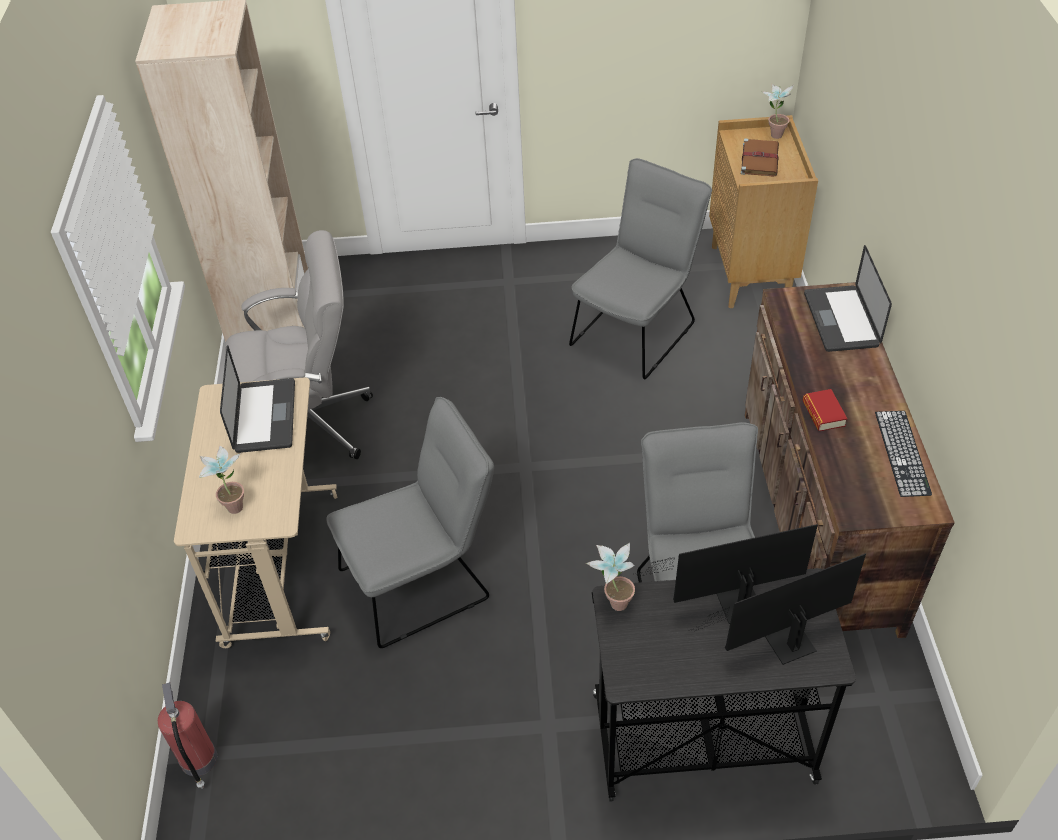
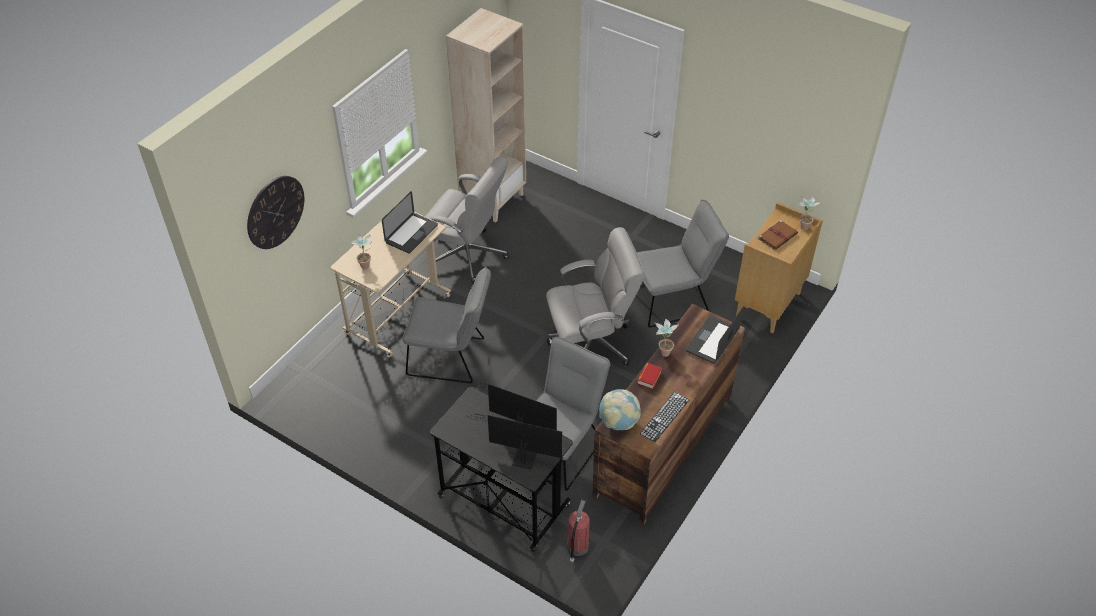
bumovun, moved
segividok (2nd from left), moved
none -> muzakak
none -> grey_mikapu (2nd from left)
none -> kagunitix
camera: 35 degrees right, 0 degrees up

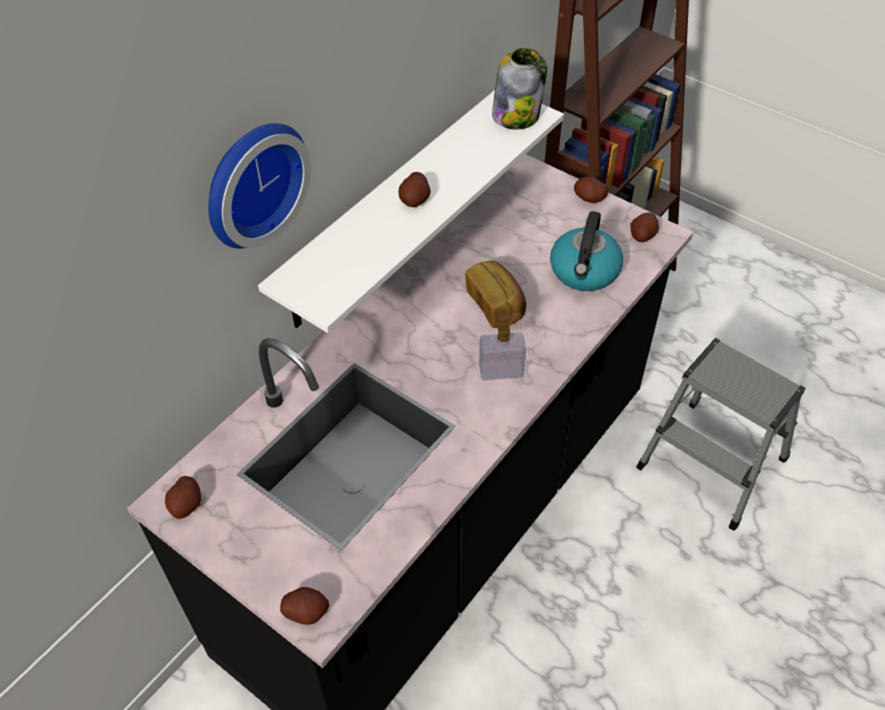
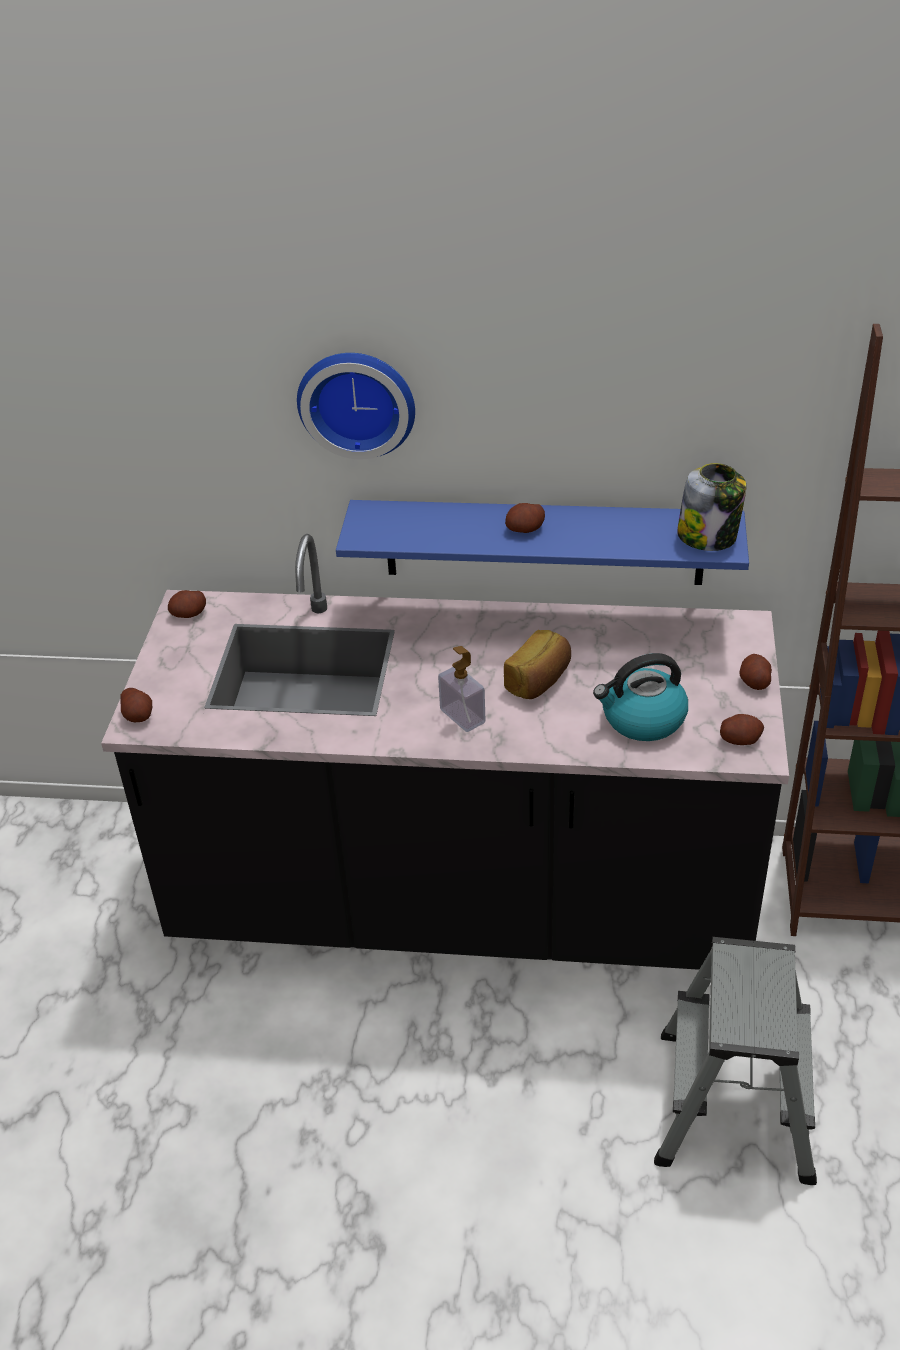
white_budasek -> blue_budasek
camera: 60 degrees right, 10 degrees down

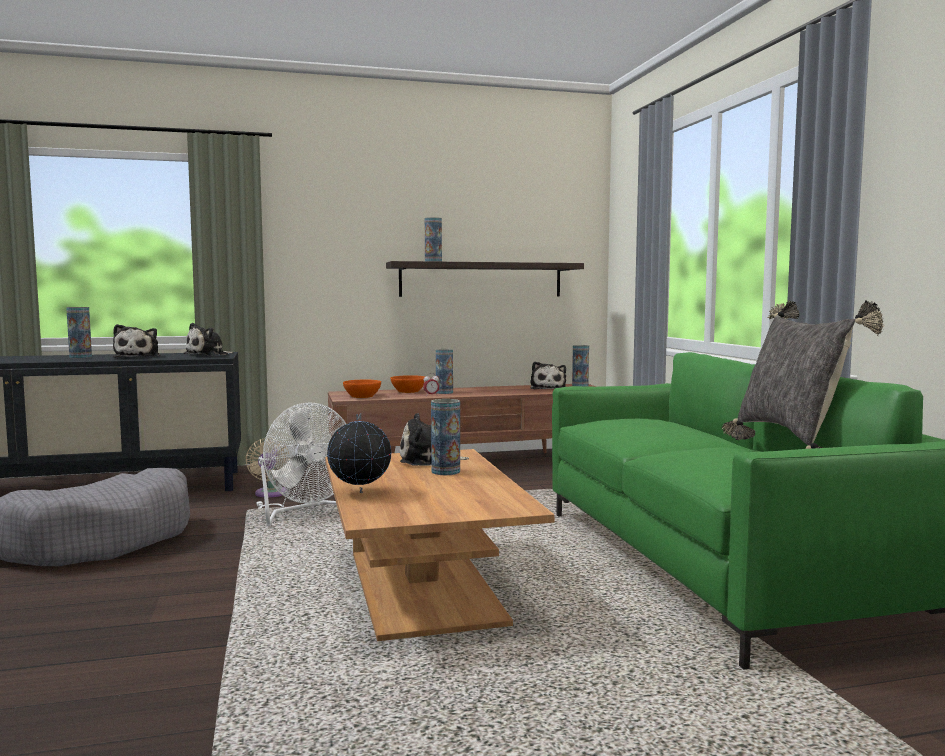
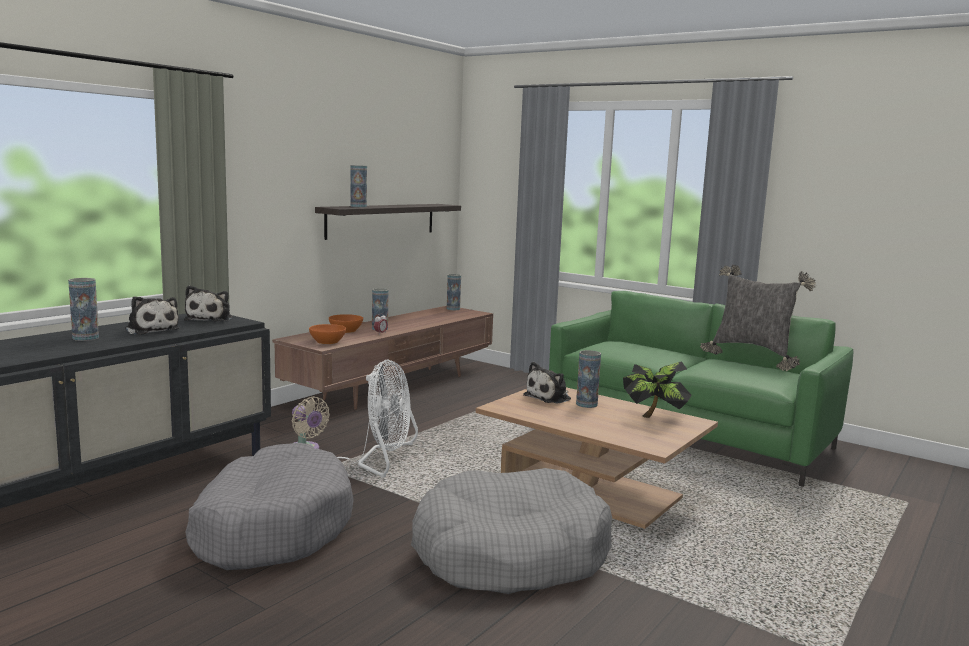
kagunitix -> none
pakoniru (4th from left) -> none
none -> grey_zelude (2nd from left)
none -> segividok
camera: 40 degrees left, 5 degrees up

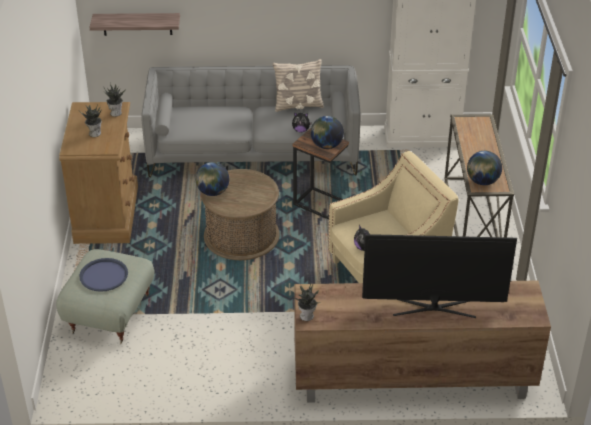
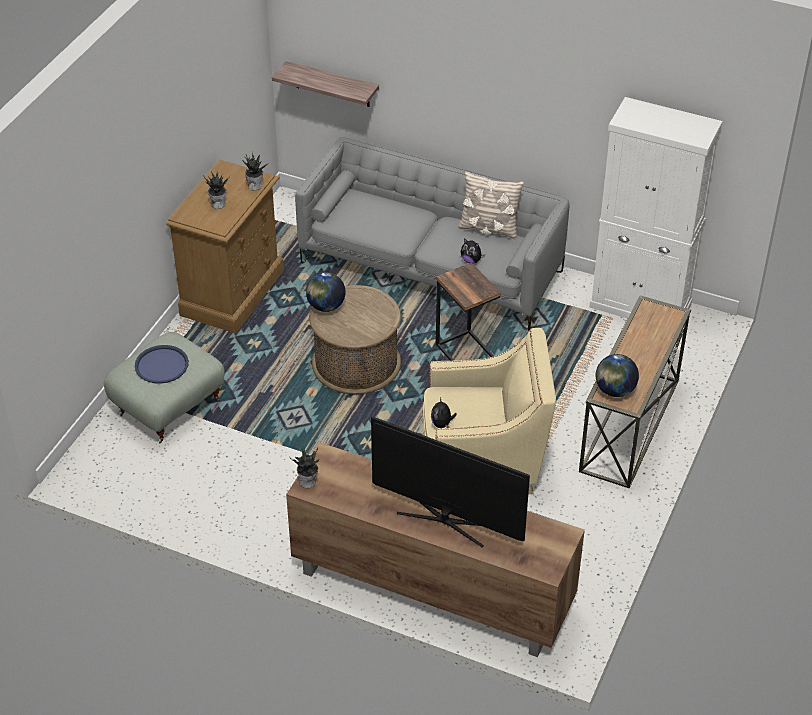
kagunitix (2nd from left) -> none
camera: 25 degrees right, 5 degrees up

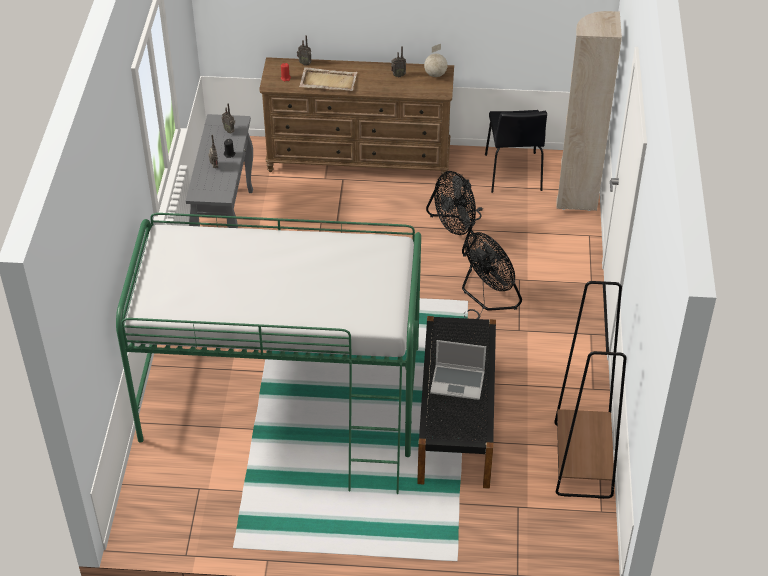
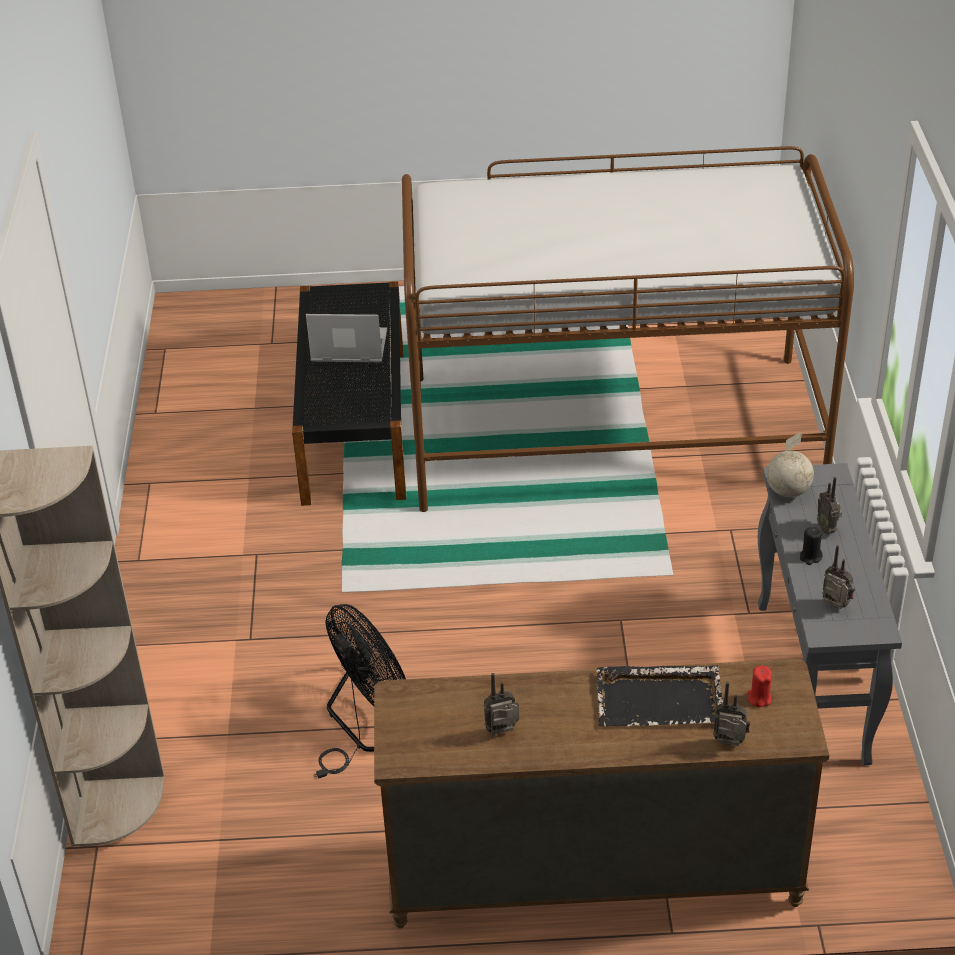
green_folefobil -> brown_folefobil
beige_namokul -> black_namokul
kagunitix, moved
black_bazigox (2nd from left) -> none
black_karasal -> none
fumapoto -> none
camera: 175 degrees right, 5 degrees down

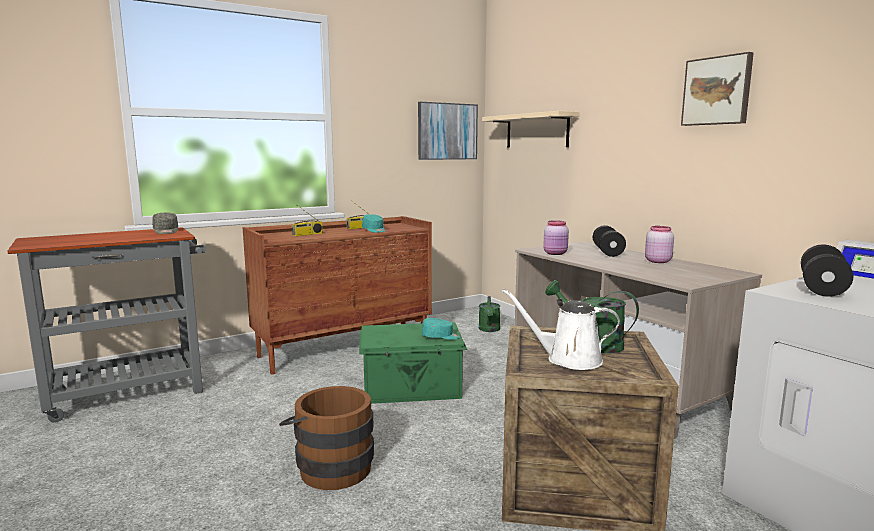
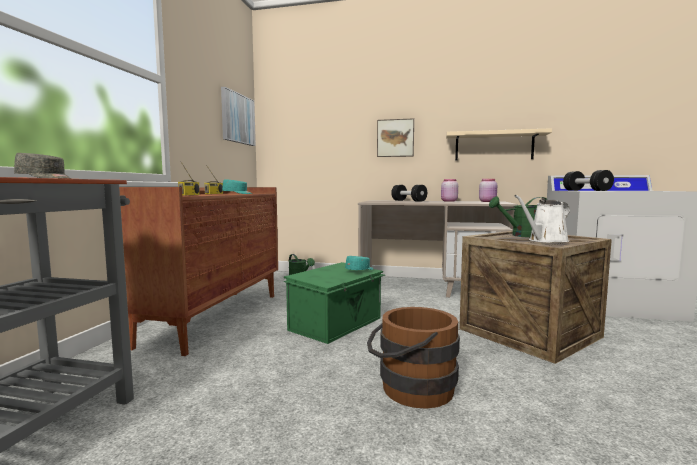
beige_budasek, moved
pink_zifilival (1st from left in the first image) -> pink_zifilival (2nd from left), moved
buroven (2nd from left), moved
camera: 45 degrees left, 5 degrees down

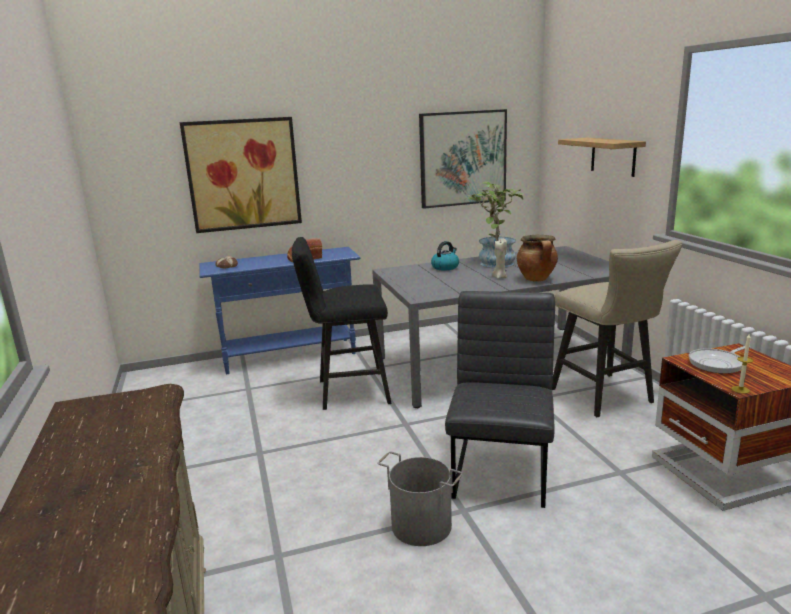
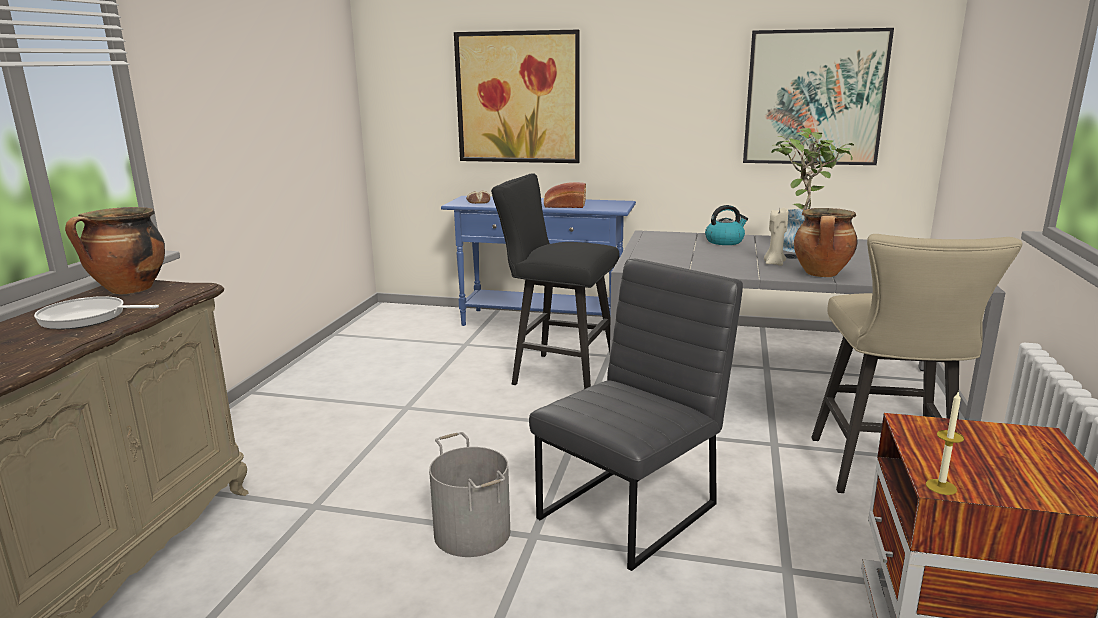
budasek -> none
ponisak, moved
none -> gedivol (1st from left)
camera: 30 degrees right, 0 degrees up

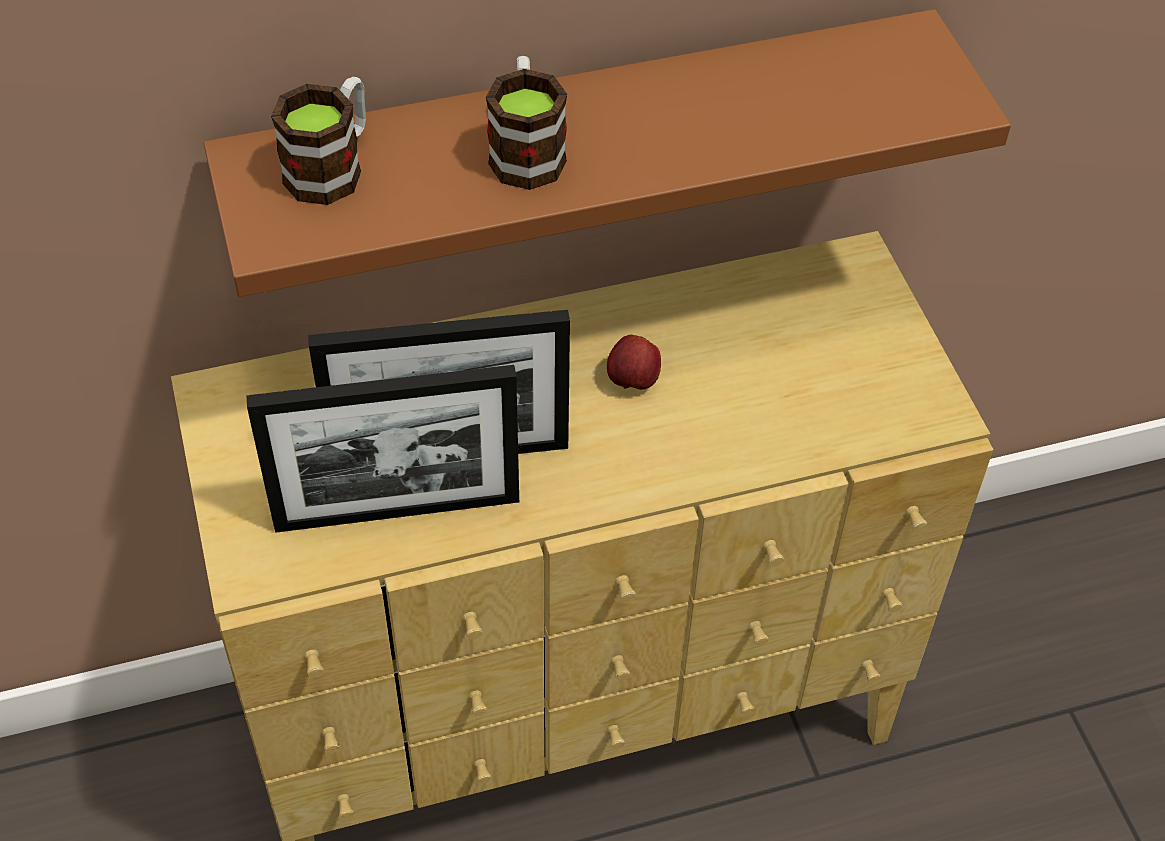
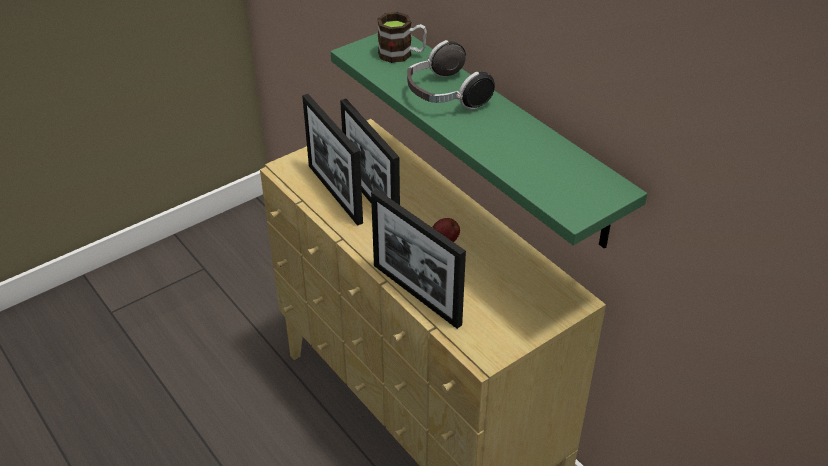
brown_budasek -> green_budasek
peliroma (2nd from left) -> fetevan
none -> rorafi (3rd from left)
camera: 70 degrees right, 10 degrees down

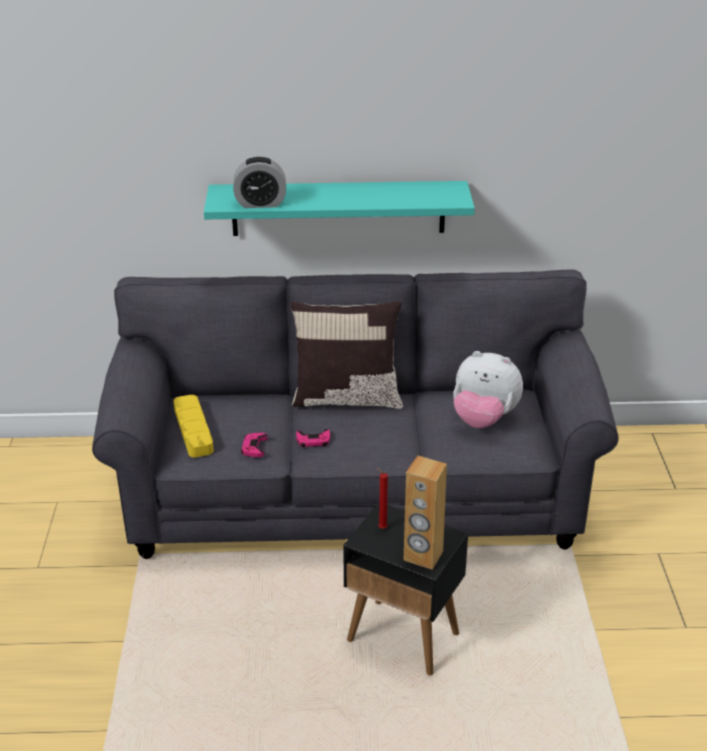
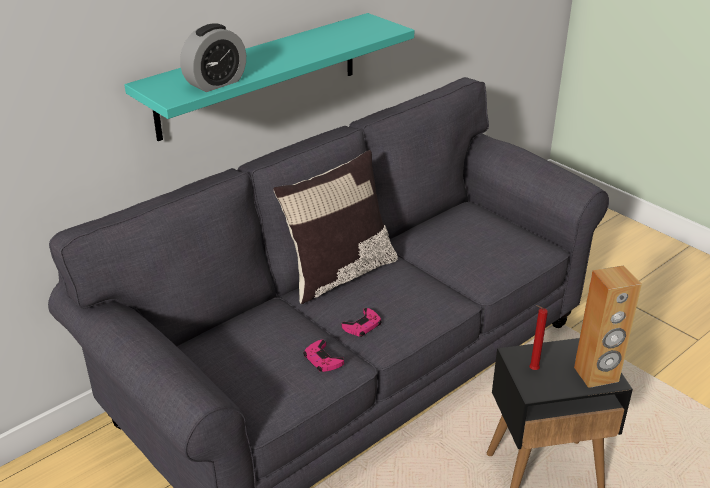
yellow_namokul -> none
pakoniru -> none
camera: 40 degrees left, 0 degrees up

